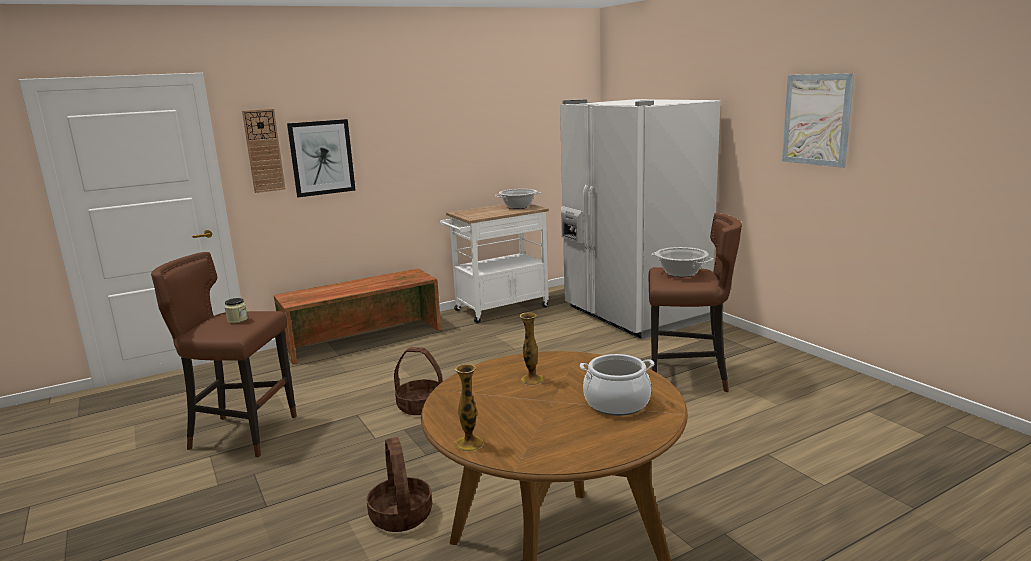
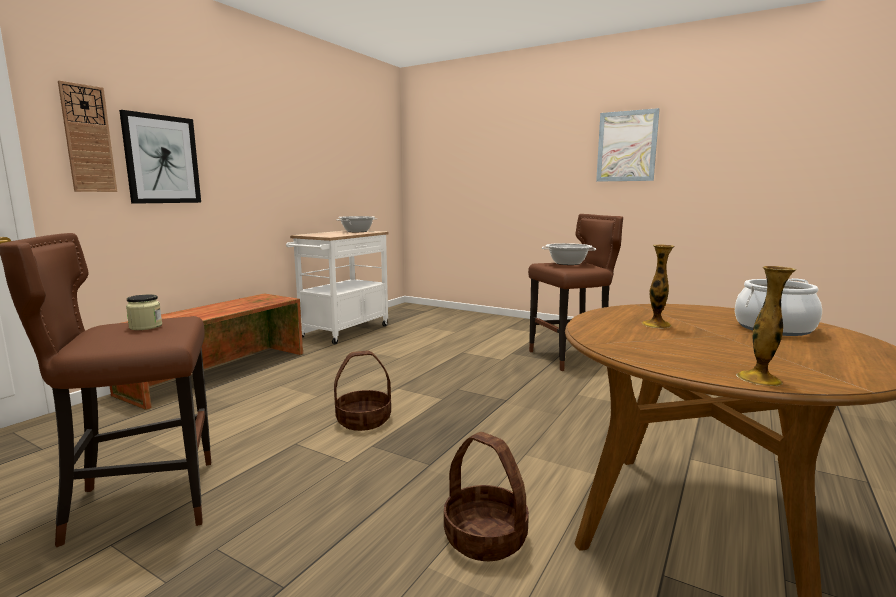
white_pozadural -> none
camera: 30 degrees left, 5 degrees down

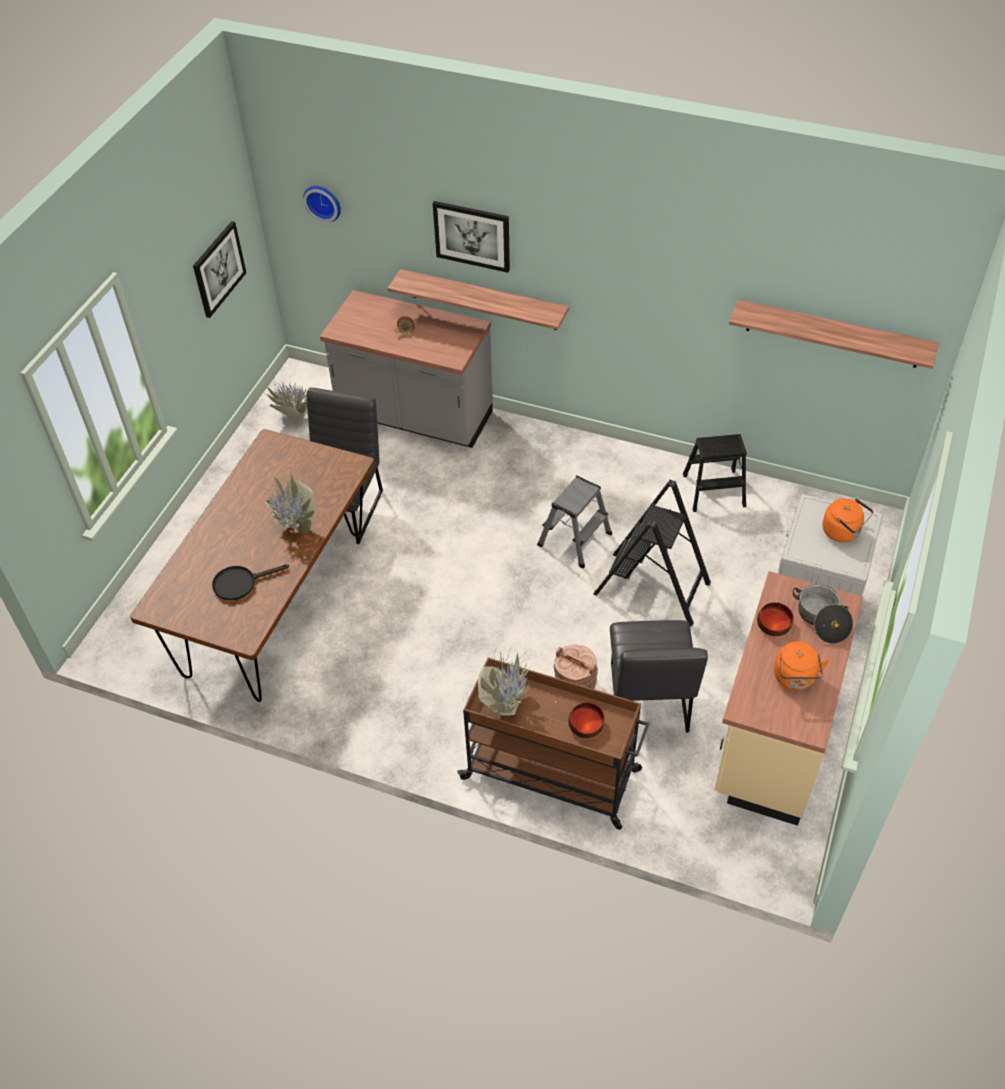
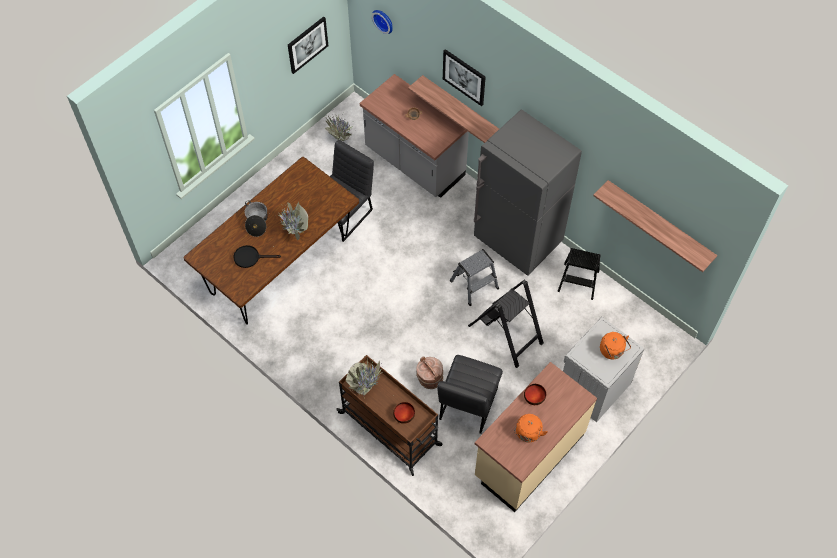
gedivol, moved
none -> grey_pozadural
camera: 20 degrees right, 10 degrees up

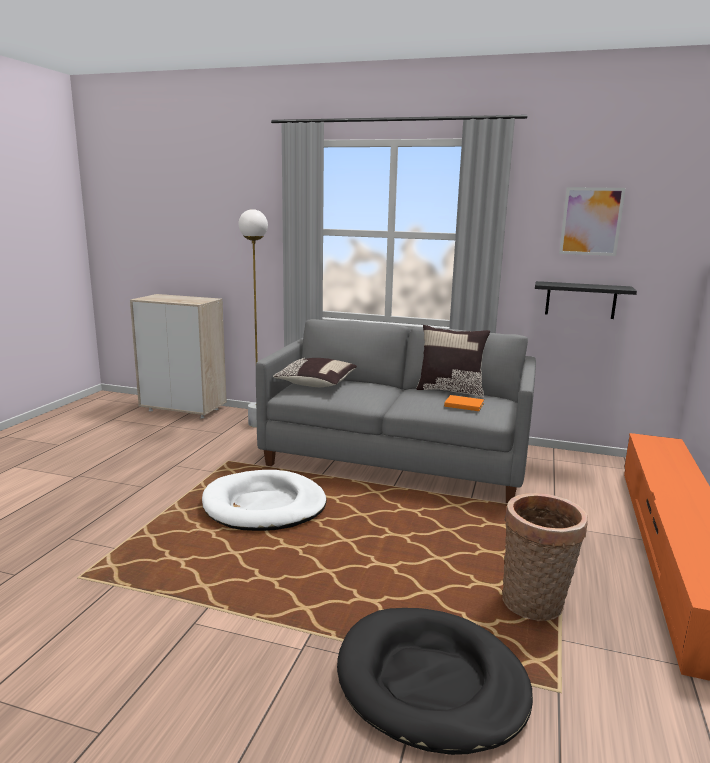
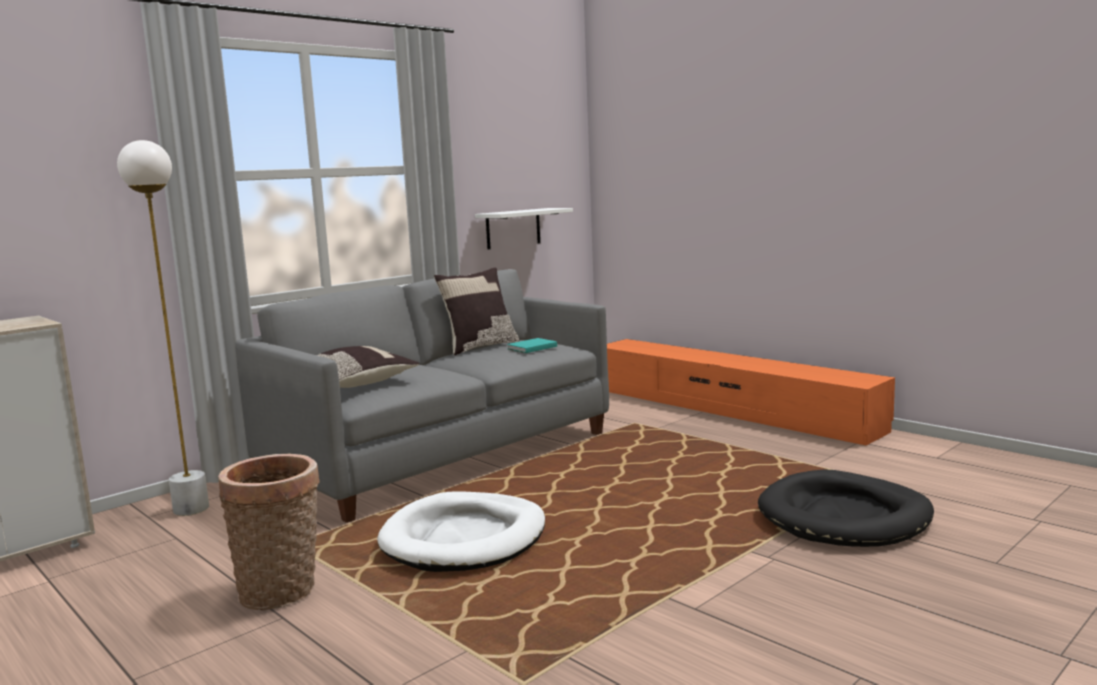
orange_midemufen -> turquoise_midemufen
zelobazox, moved
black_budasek -> white_budasek
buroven -> none
camera: 60 degrees left, 5 degrees down

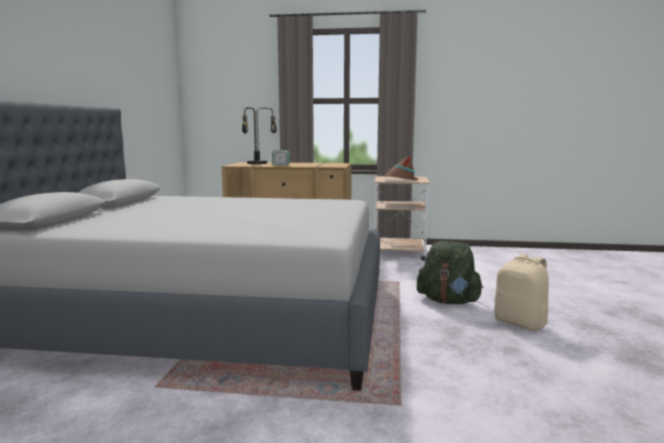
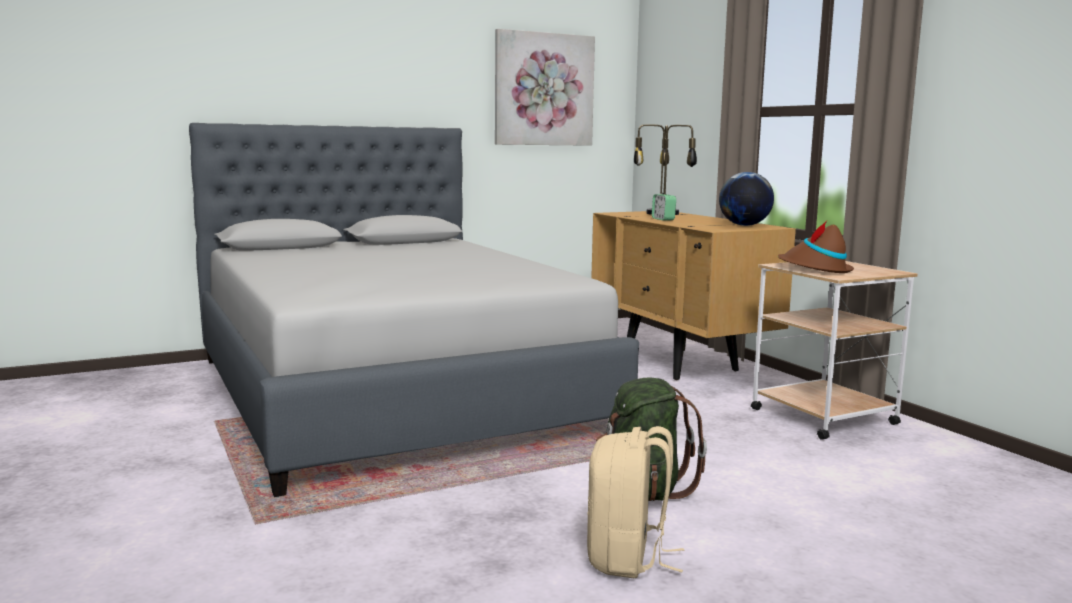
none -> buroven
none -> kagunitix
camera: 55 degrees right, 0 degrees up

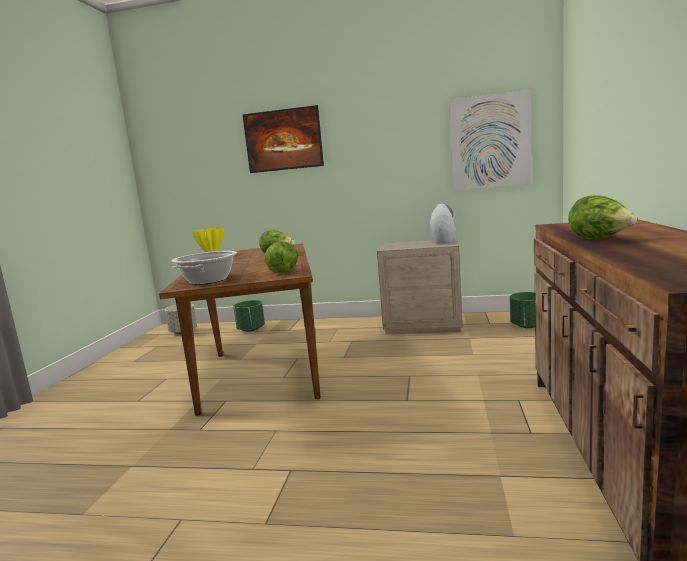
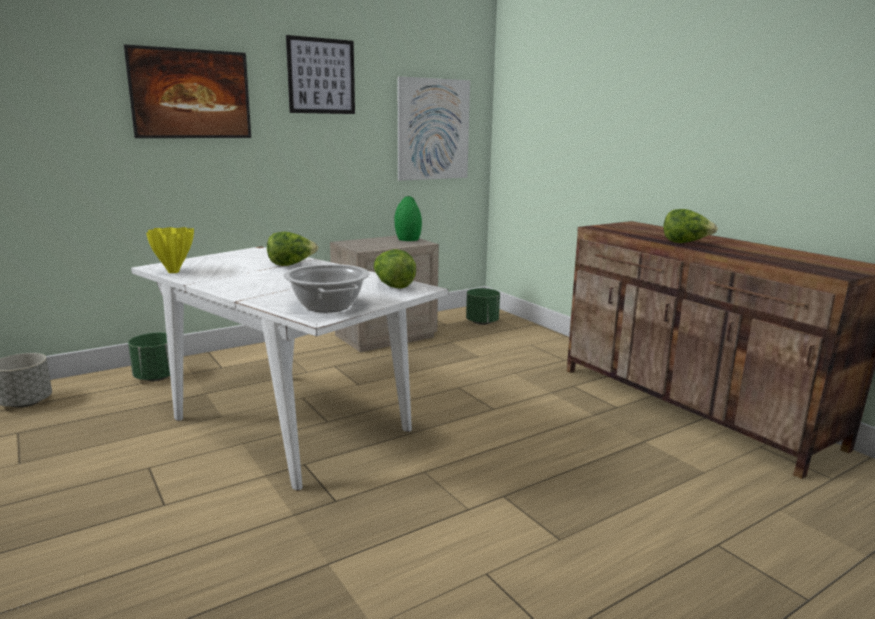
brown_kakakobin -> white_kakakobin
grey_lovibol -> green_lovibol
none -> buroven (2nd from left)
camera: 45 degrees left, 5 degrees up

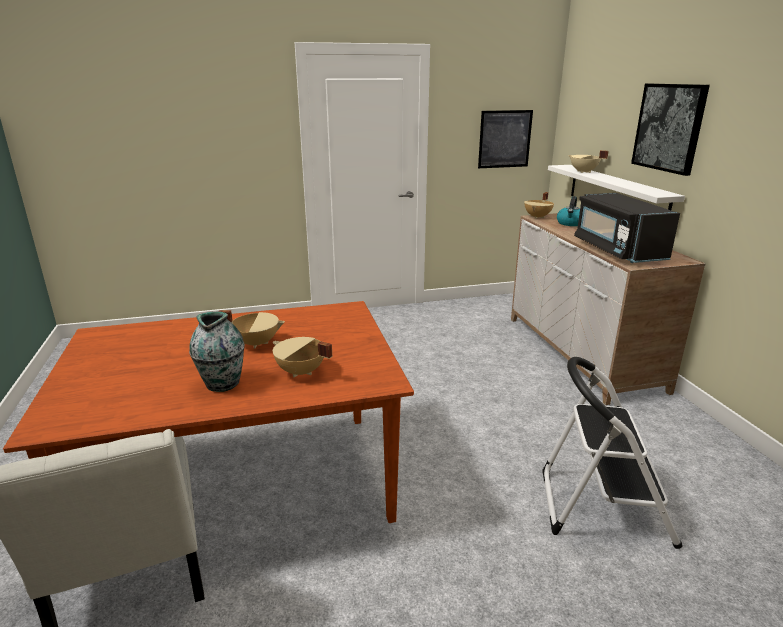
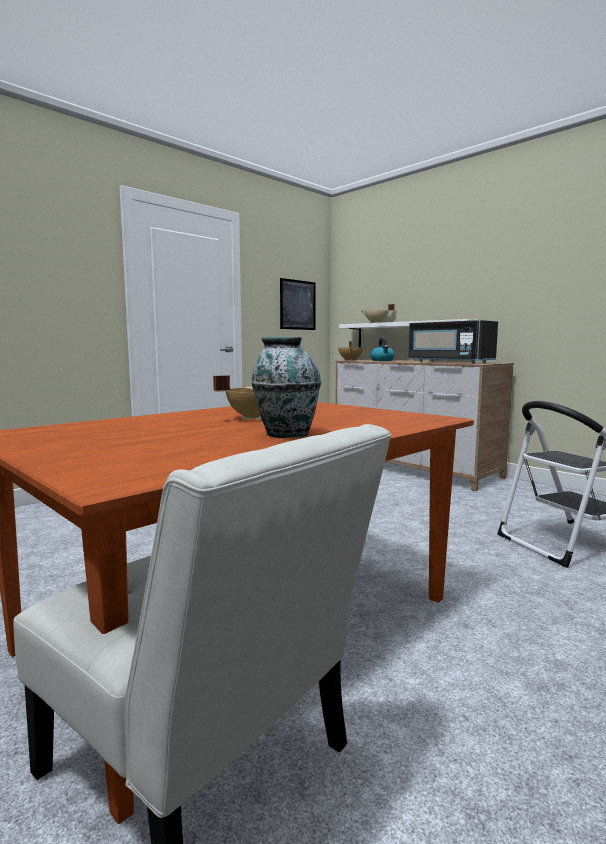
beige_gedivol (2nd from left) -> none
buroven (2nd from left) -> none
camera: 30 degrees left, 15 degrees down

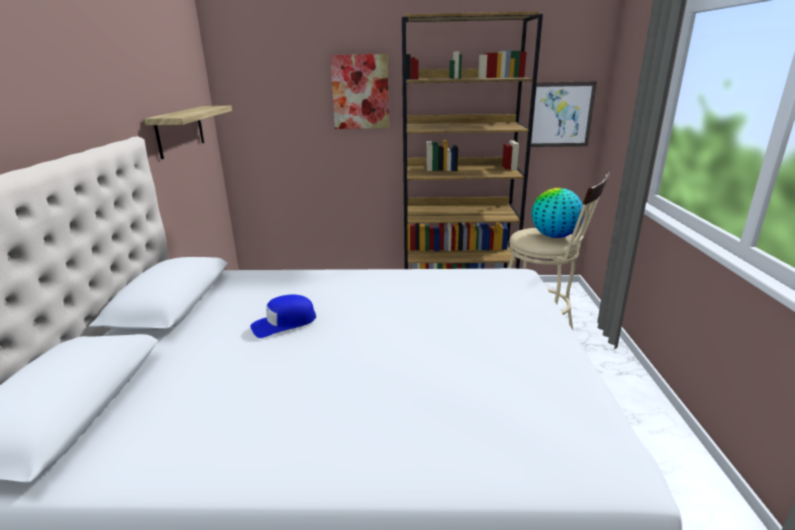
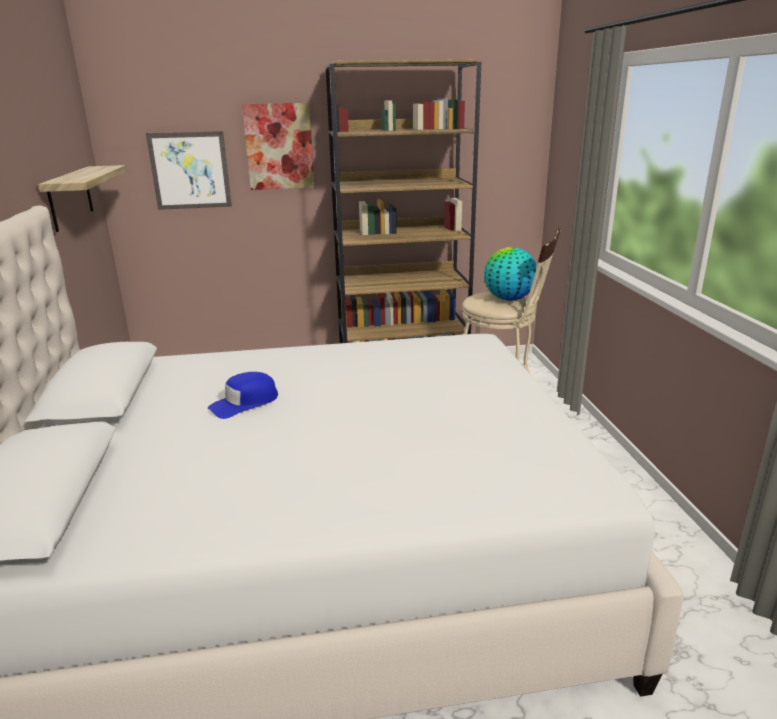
buroven (2nd from left in the first image) -> buroven (1st from left), moved
camera: 10 degrees left, 0 degrees up

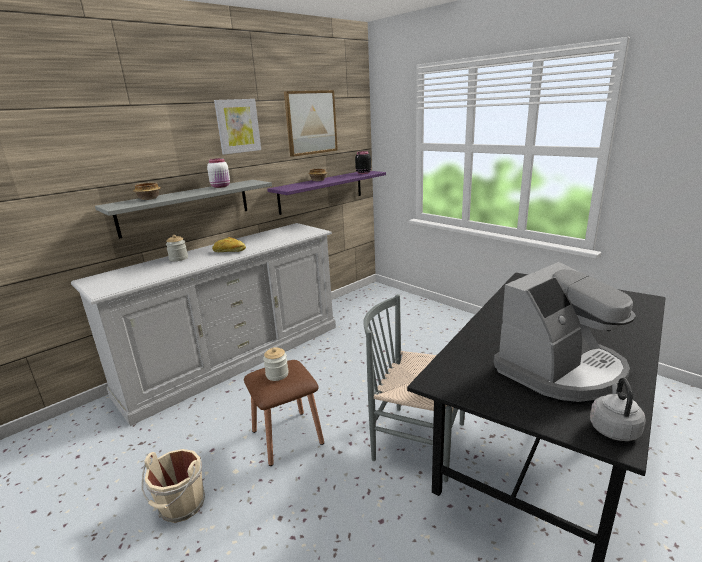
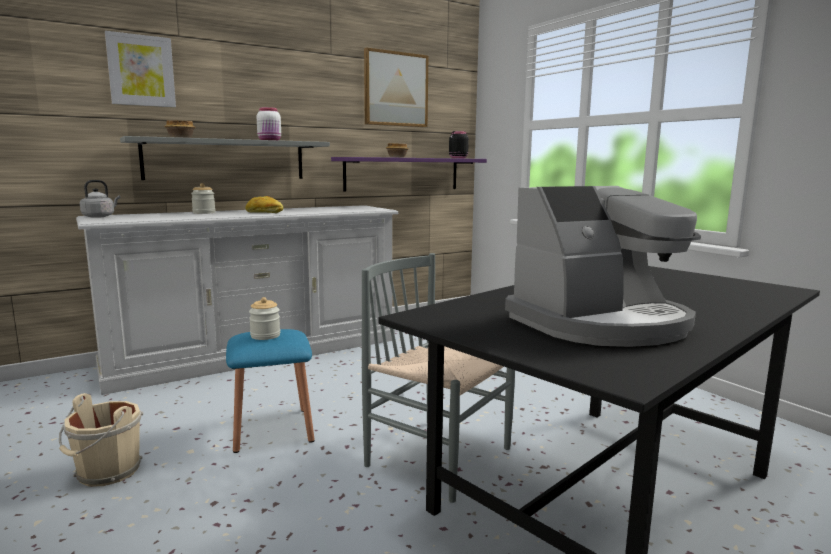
buroven (1st from left), moved
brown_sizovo -> blue_sizovo
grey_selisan, moved
camera: 10 degrees right, 10 degrees down

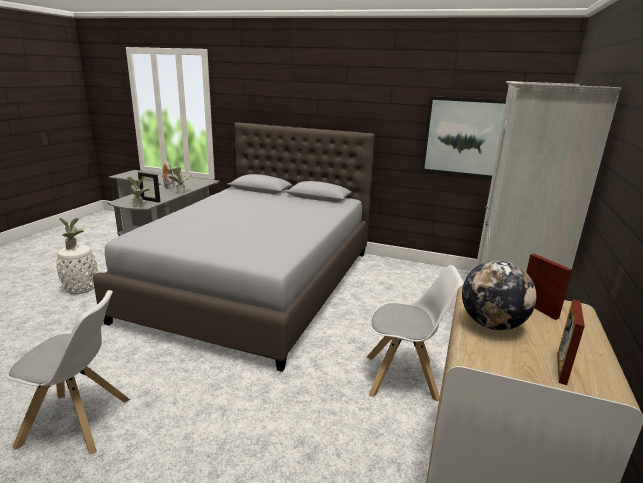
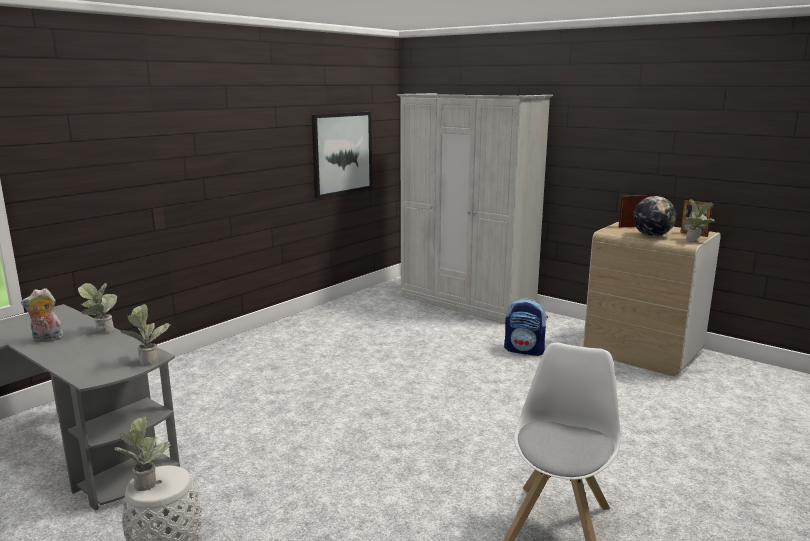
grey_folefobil -> none
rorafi (1st from left) -> none
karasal (2nd from left) -> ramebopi
none -> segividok (4th from left)
camera: 70 degrees left, 5 degrees down

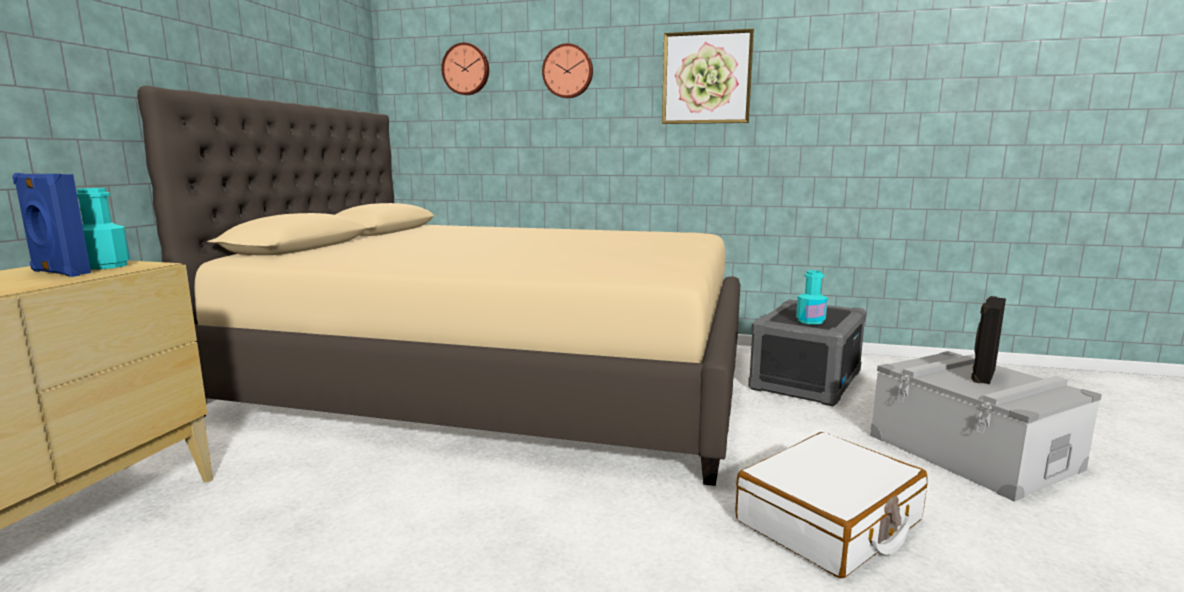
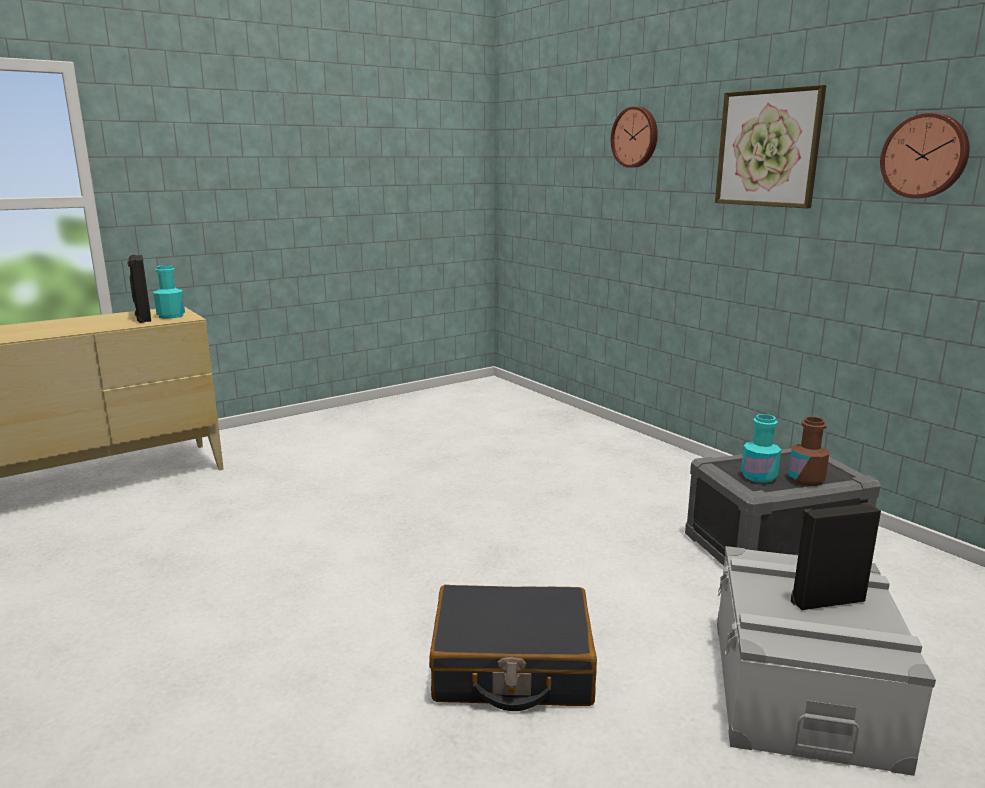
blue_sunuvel -> black_sunuvel (1st from left)
beige_folefobil -> none
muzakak (1st from left in the first image) -> muzakak (2nd from left), moved
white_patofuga -> black_patofuga
none -> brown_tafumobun
camera: 40 degrees right, 5 degrees up

